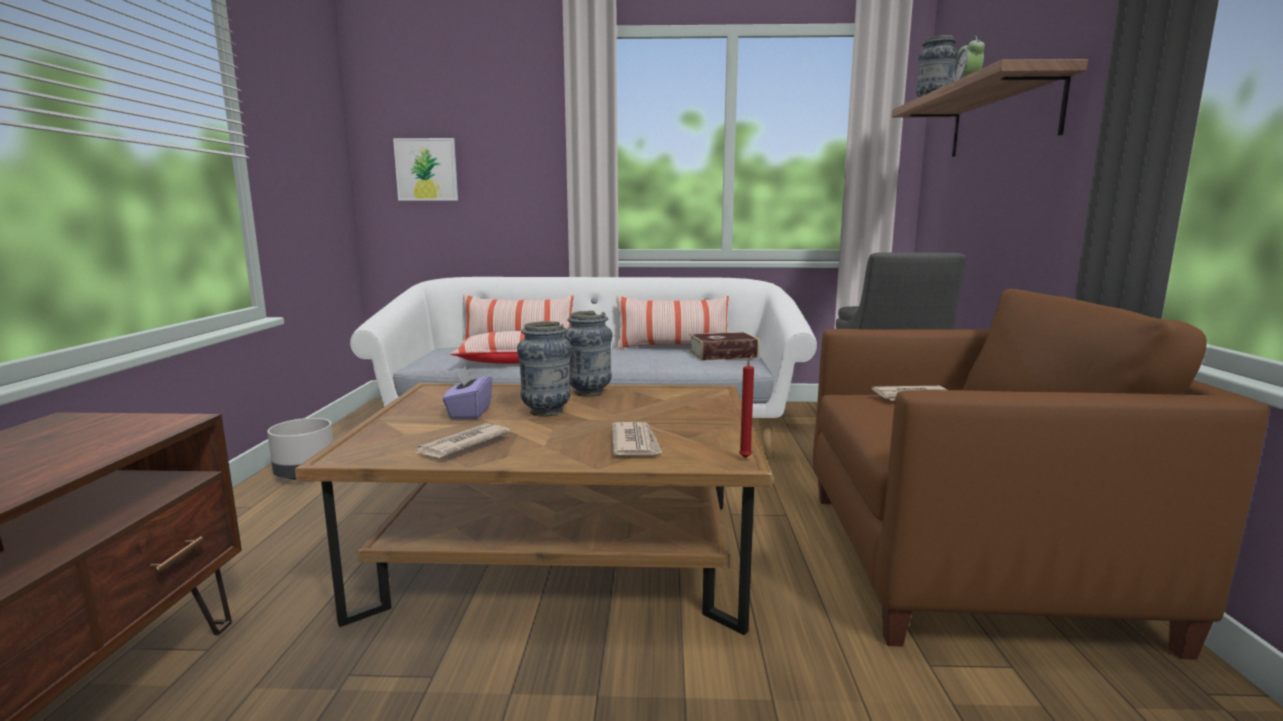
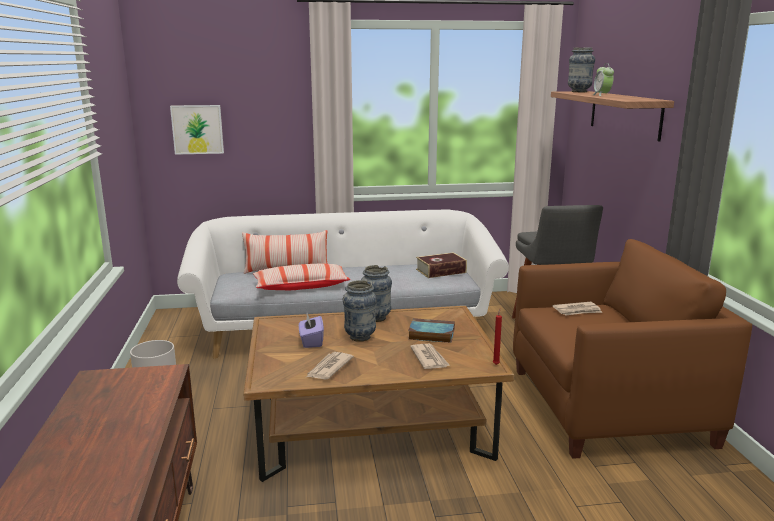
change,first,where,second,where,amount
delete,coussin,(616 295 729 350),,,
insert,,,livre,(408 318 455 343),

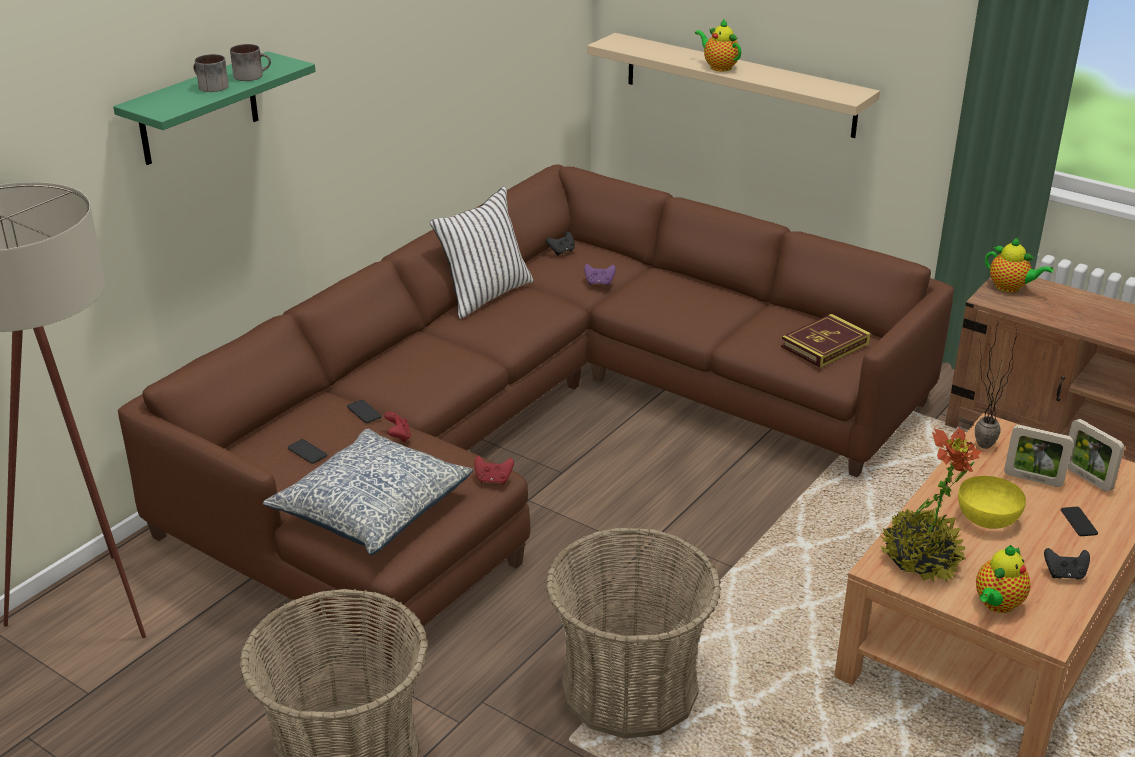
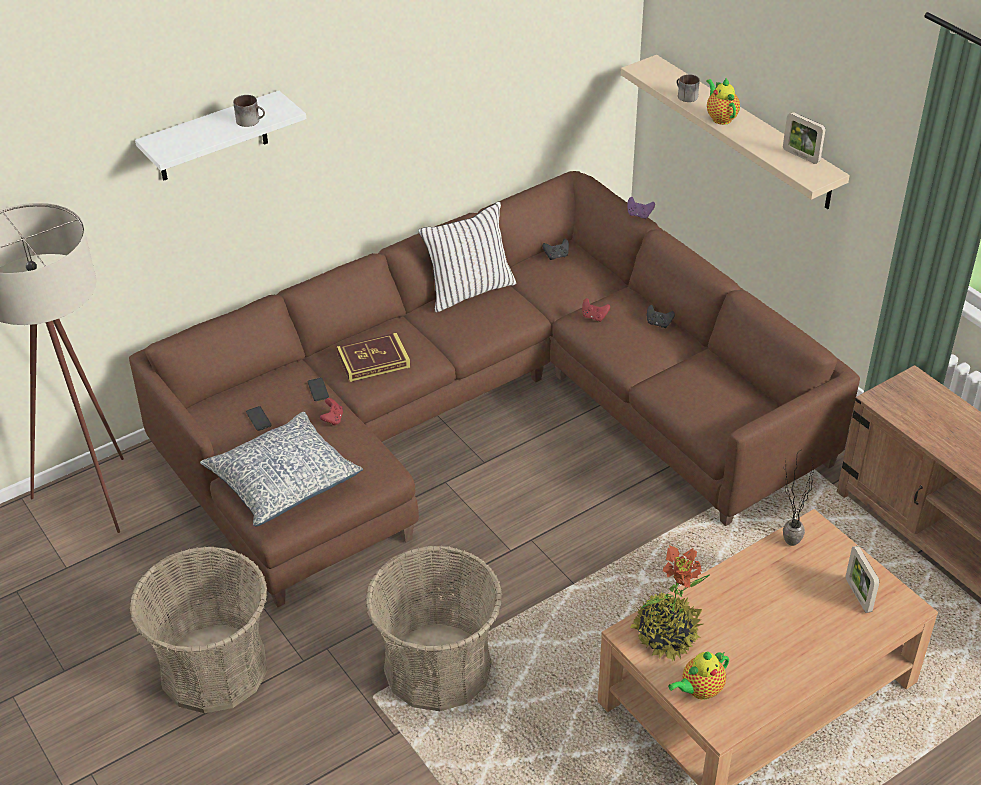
change,first,where,second,where,amount
delete,bol (jaune),(958 476 1026 529),,,
delete,théière,(985 237 1053 292),,,
delete,téléphone,(1061 507 1098 536),,,
move,mug,(193 54 229 92),,(677 74 700 102),
move,manette (rouge),(474 456 514 484),,(582 298 610 322),
move,manette (violet),(584 264 616 286),,(628 197 655 219),
move,livre,(781 314 871 368),,(337 333 410 382),
move,cadre photo,(1004 425 1074 487),,(783 112 825 164),
move,manette (noir),(1044 548 1090 580),,(647 305 675 328),
recolor,étagère (vert),(113 51 316 165),étagère (blanc),(135 91 307 181),

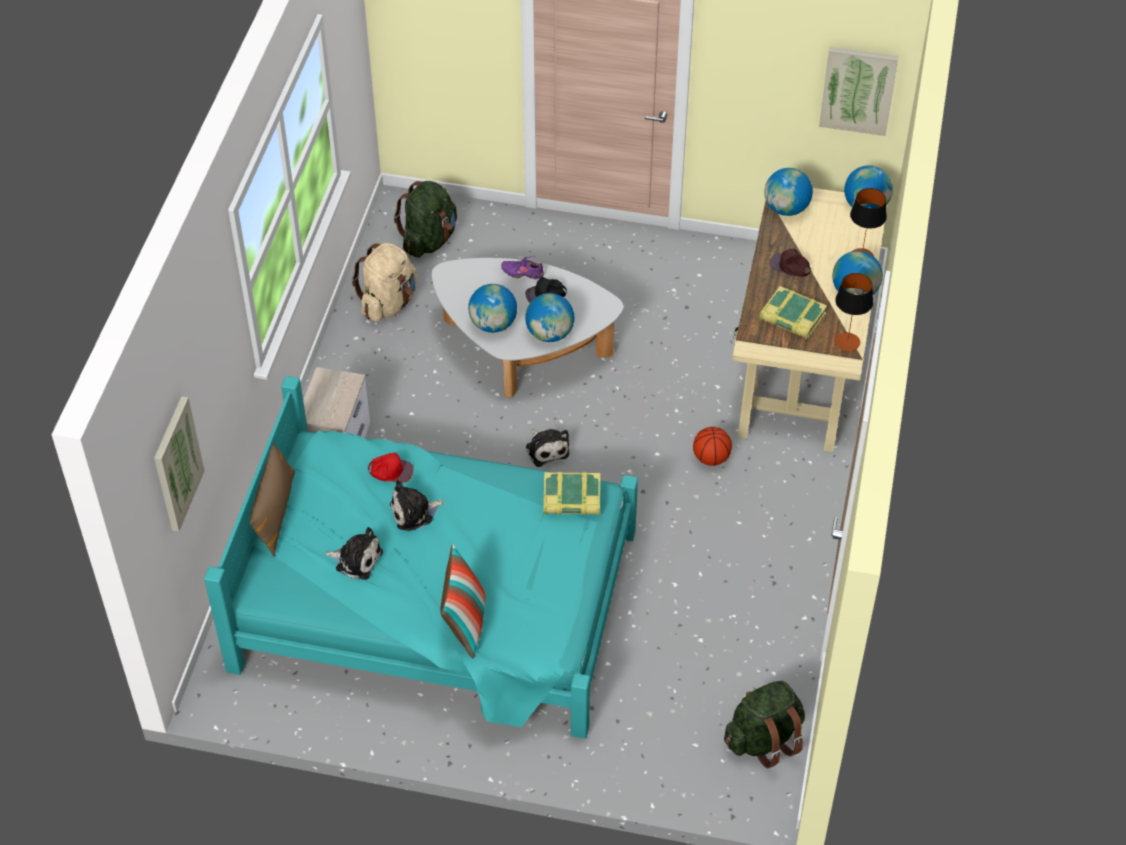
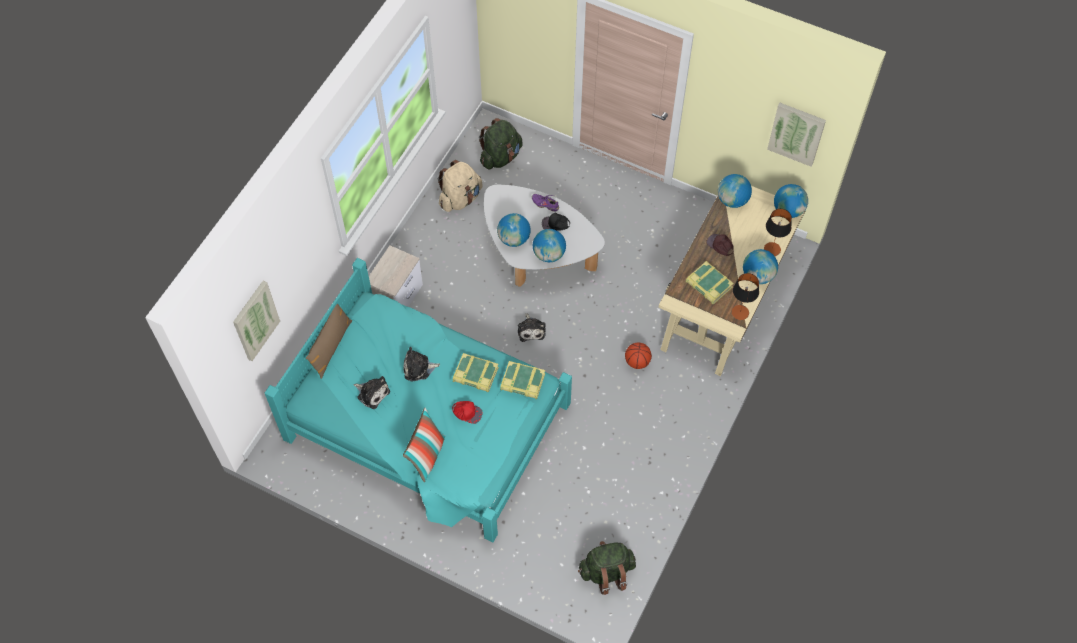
change,first,where,second,where,amount
insert,,,livre,(453 353 499 392),
move,casquette (rouge),(368 452 413 483),,(452 401 483 424),

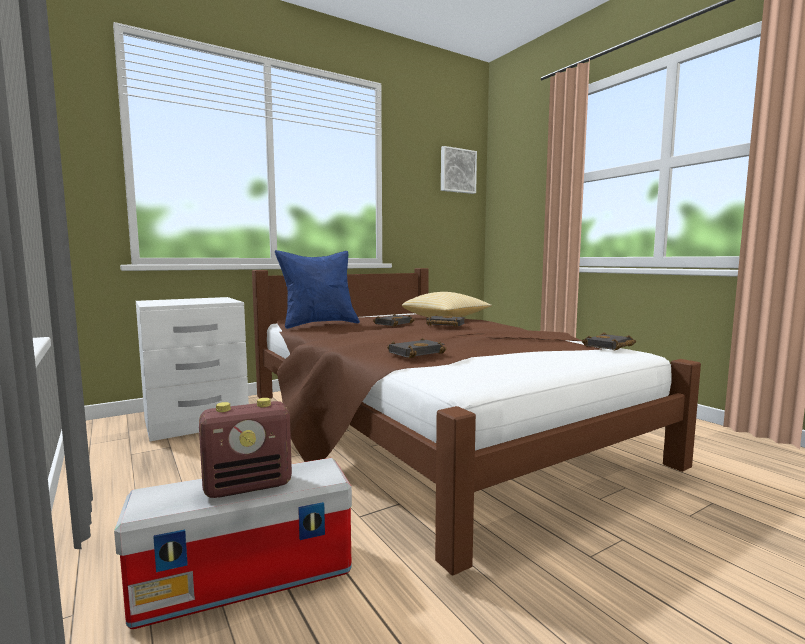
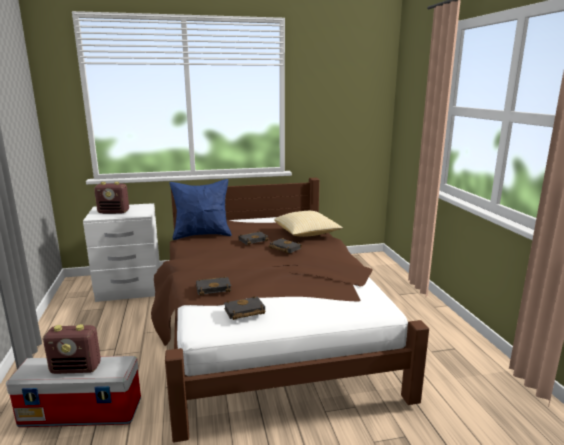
change,first,where,second,where,amount
delete,tableau,(441 146 477 194),,,
insert,,,radio,(94 182 129 214),
move,livre (noir),(582 332 636 350),,(224 296 265 320),

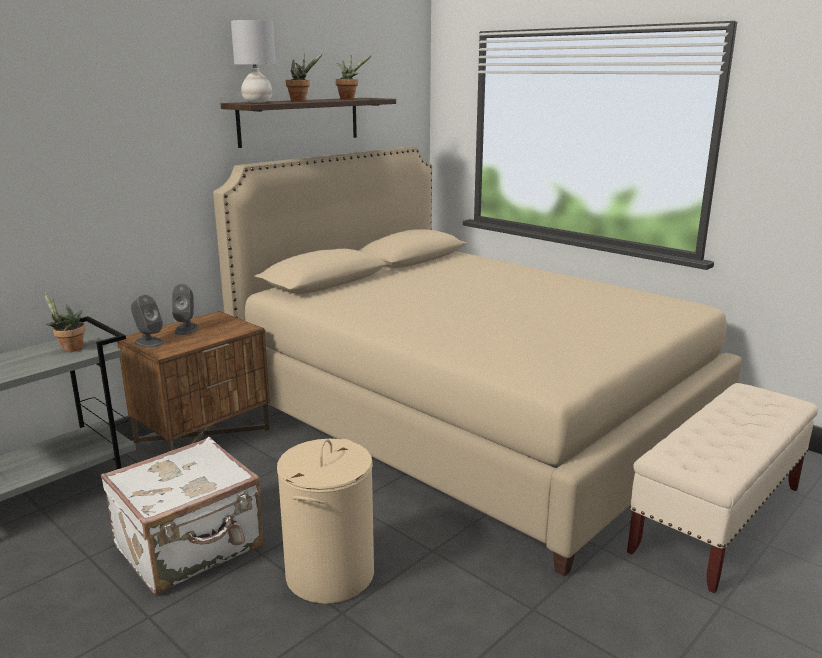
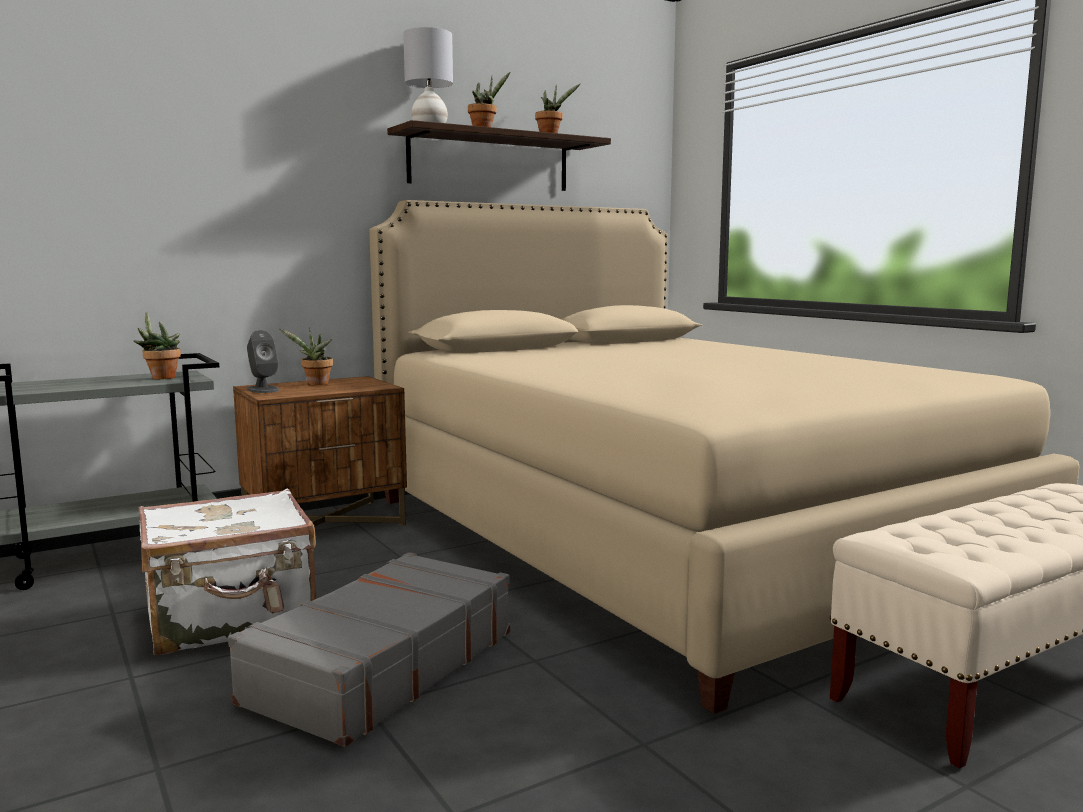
change,first,where,second,where,amount
replace,enceinte (gris),(172 284 199 335),plante en pot,(279 328 333 385),
replace,panier à linge (beige),(277 439 374 604),valise (gris),(228 552 510 747),

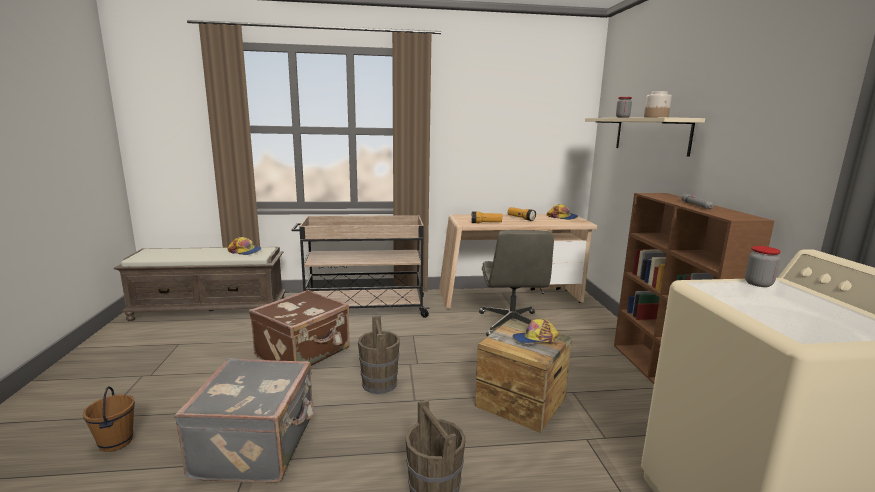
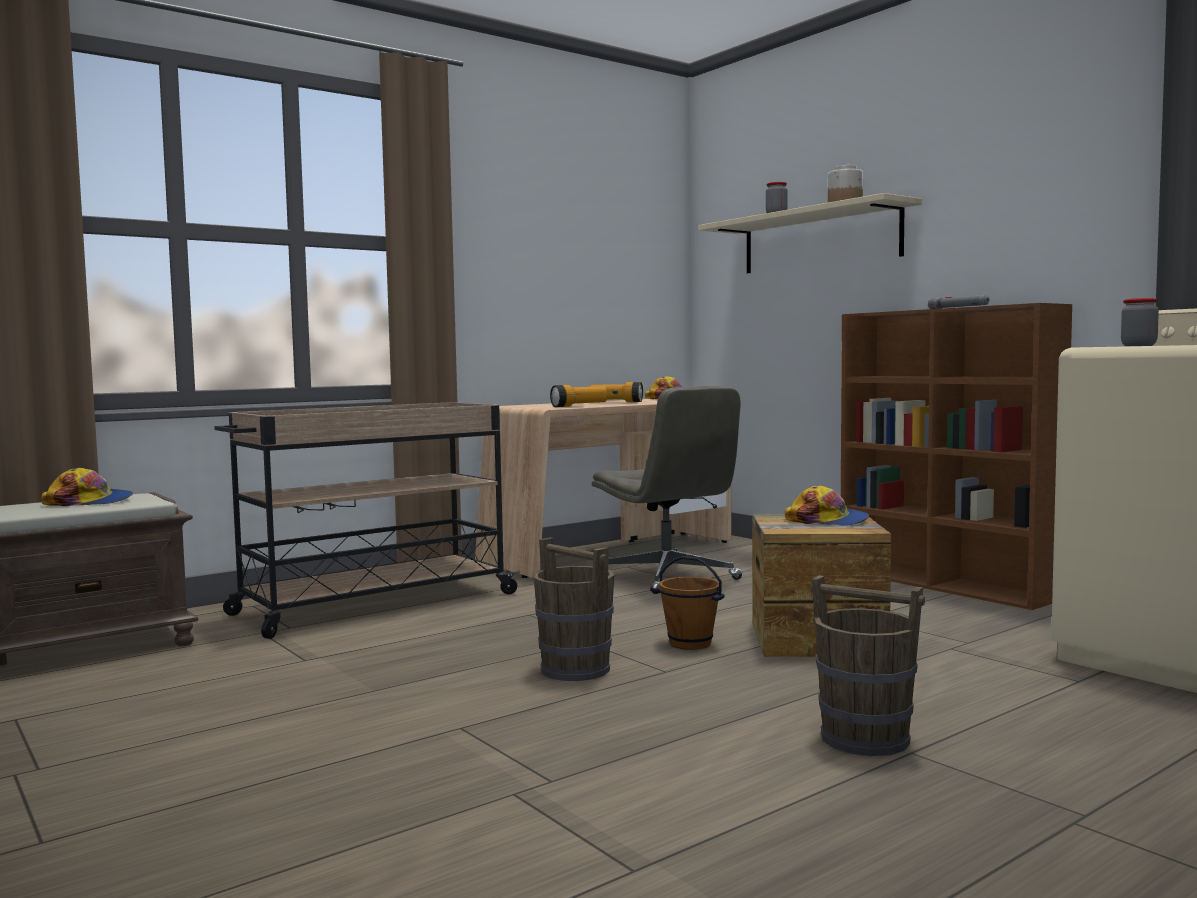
change,first,where,second,where,amount
delete,valise (gris),(174 358 315 483),,,
delete,valise (marron),(249 290 350 366),,,
move,seau (marron),(83 386 135 452),,(656 556 725 650),
rotate,casquette,(513 319 559 343),,(785 485 869 526),105 degrees counterclockwise

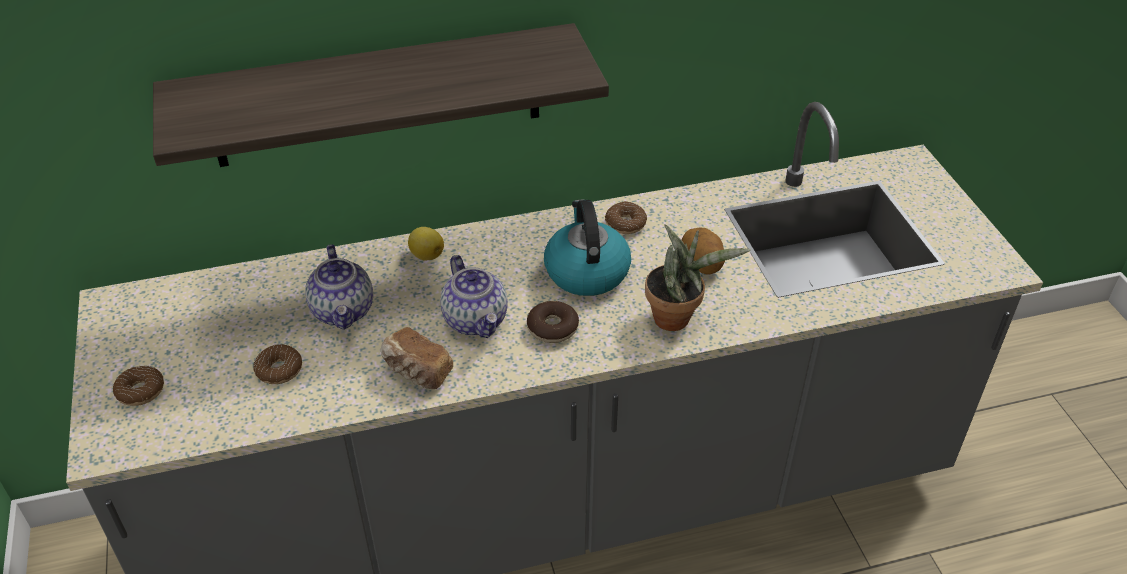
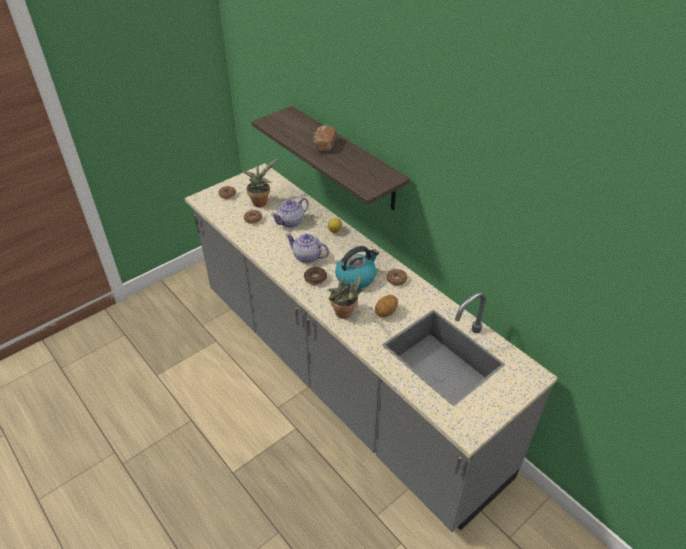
change,first,where,second,where,amount
insert,,,plante en pot,(241 158 278 207),
move,pain,(381 327 453 389),,(313 125 337 151),
rotate,théière,(440 255 508 338),,(285 233 329 263),75 degrees clockwise

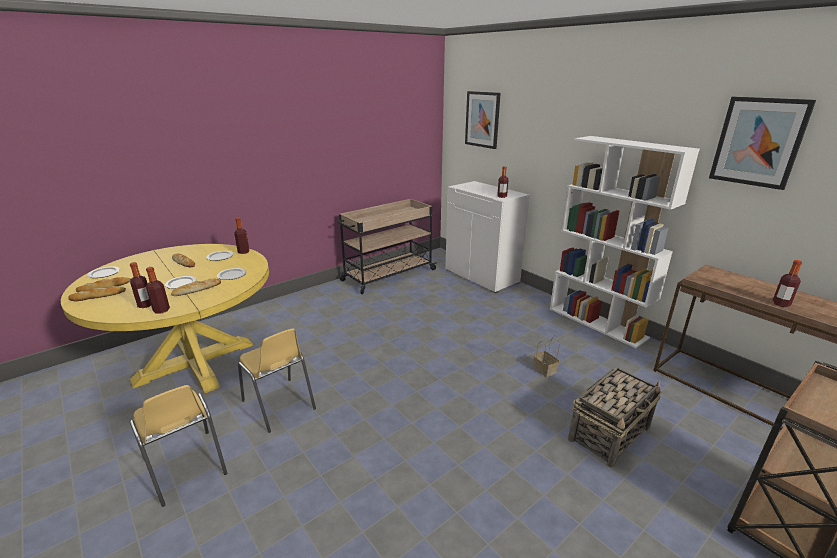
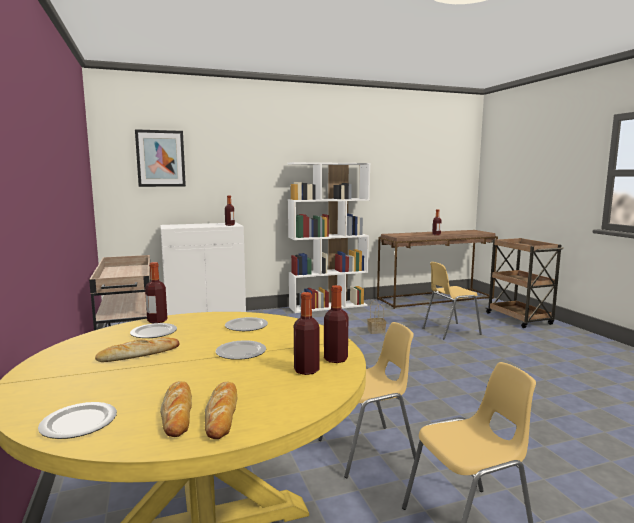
change,first,where,second,where,amount
delete,pain,(171 279 221 296),,,
delete,tableau,(709 97 816 190),,,
replace,panier,(568 367 661 468),chaise (jaune),(423 262 482 340),

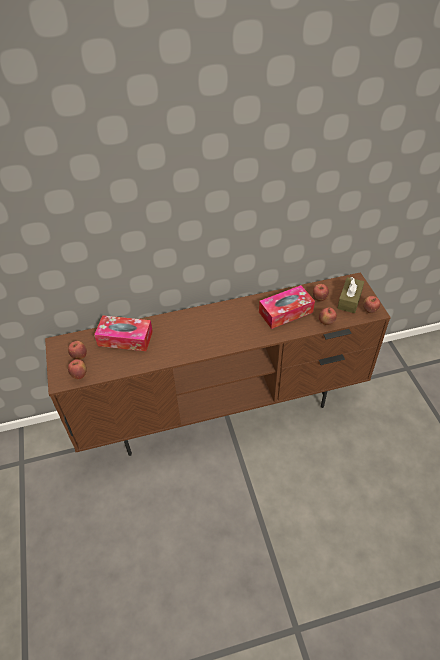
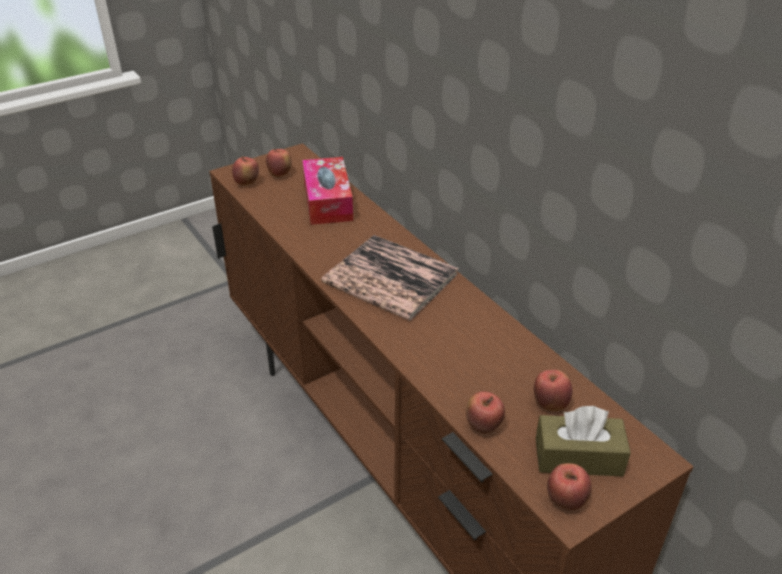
change,first,where,second,where,amount
delete,boîte à mouchoirs,(259 285 315 329),,,
insert,,,livre,(321 235 458 321),

